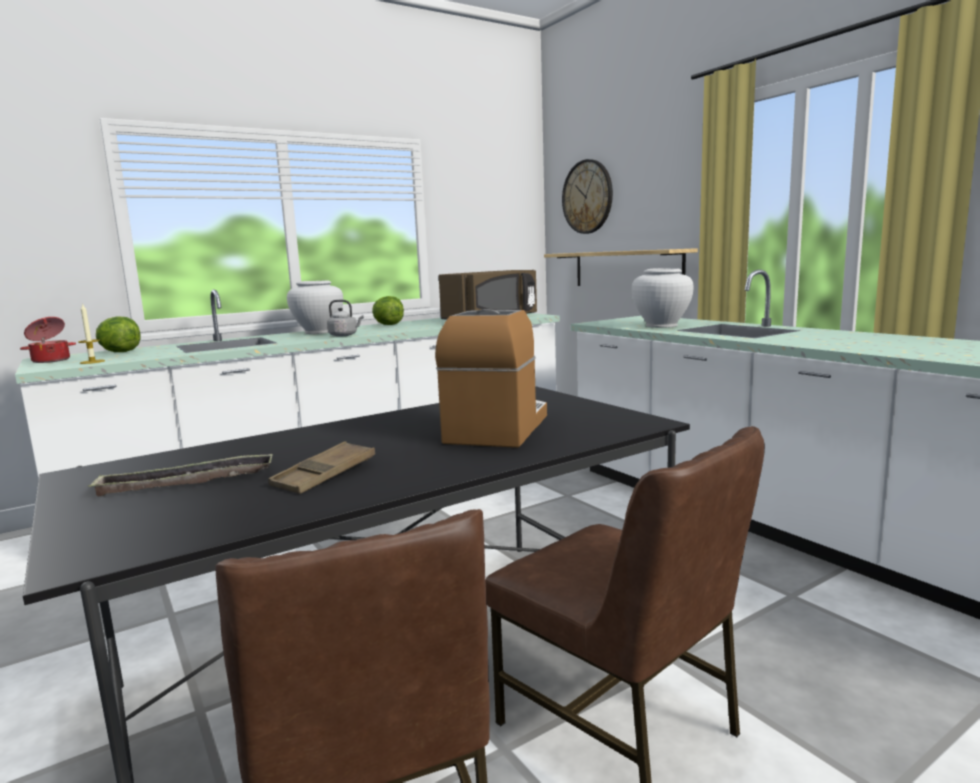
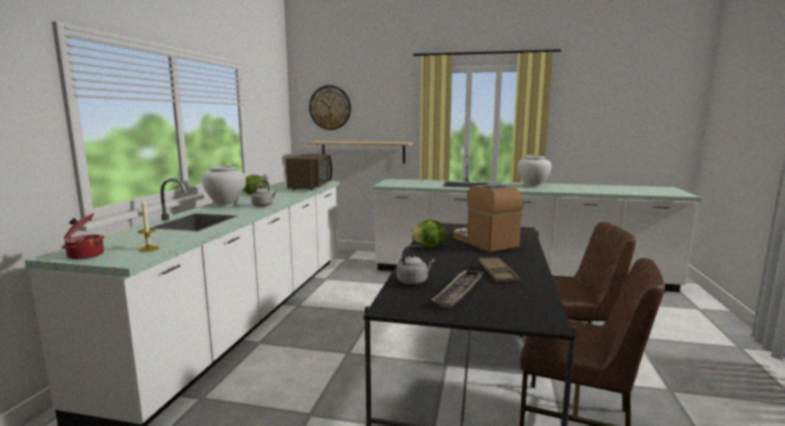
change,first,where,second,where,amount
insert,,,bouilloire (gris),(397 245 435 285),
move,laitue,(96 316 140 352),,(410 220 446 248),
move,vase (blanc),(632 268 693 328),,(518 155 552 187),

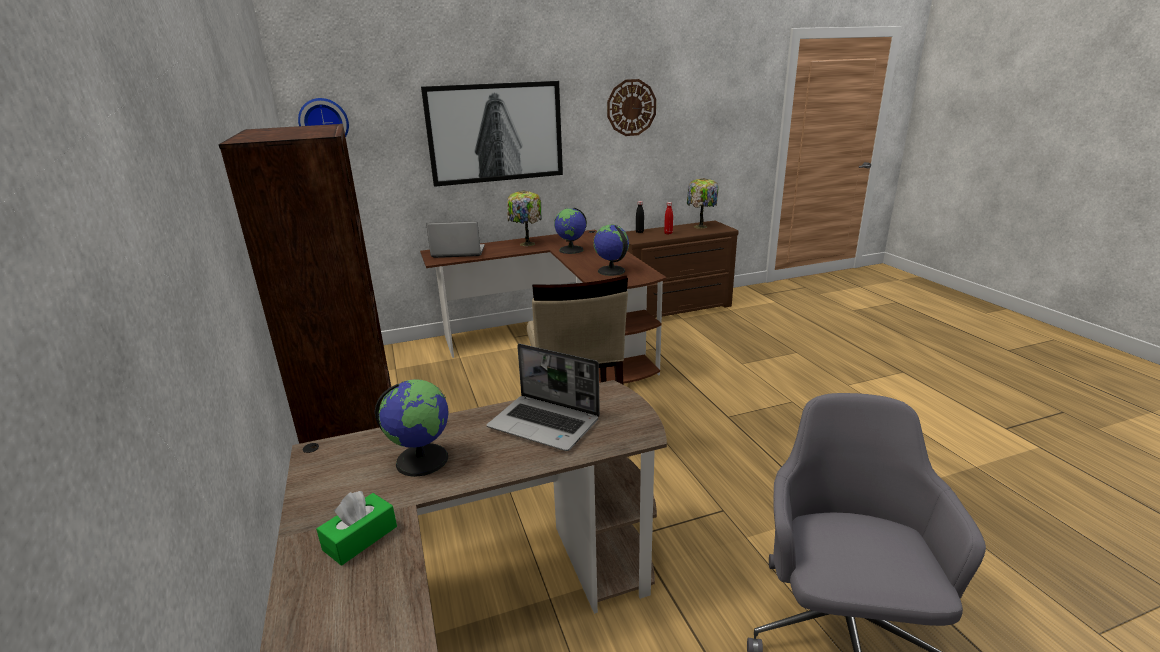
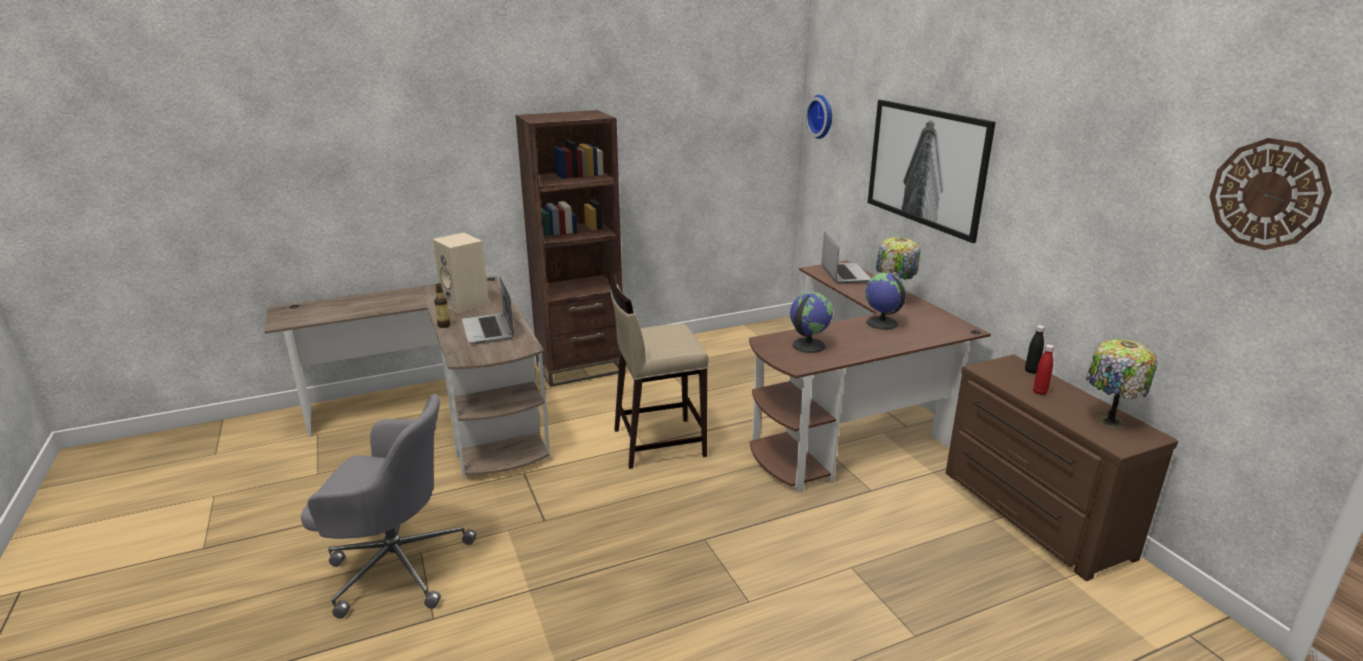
change,first,where,second,where,amount
delete,boîte à mouchoirs (vert),(316 491 397 566),,,
insert,,,bouteille,(434 283 450 328),
move,horloge murale,(607 79 656 136),,(1210 138 1332 250),
replace,globe,(375 379 449 477),enceinte (beige),(433 233 489 313),
rotate,ordinateur portable,(487 344 600 451),,(462 276 514 344),45 degrees counterclockwise

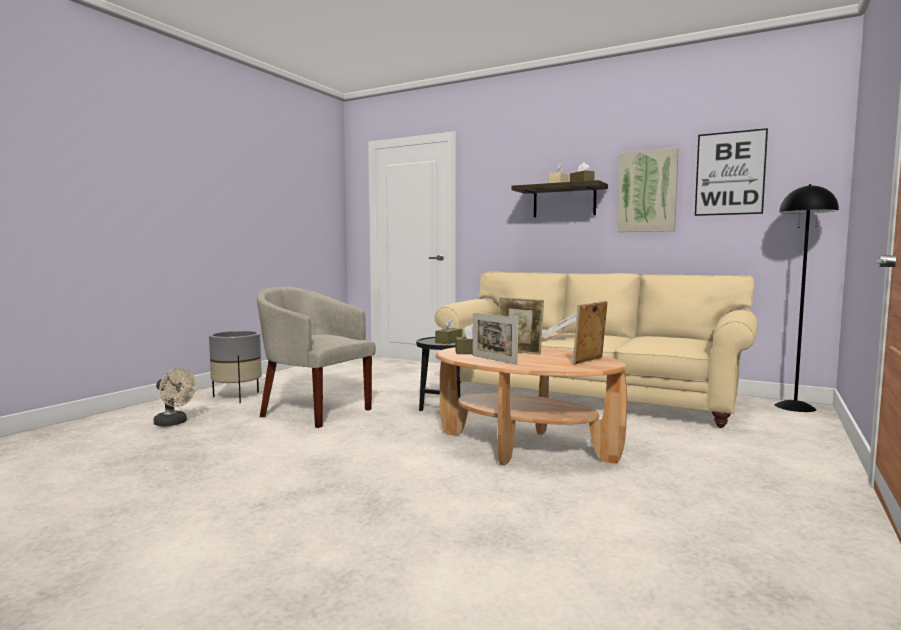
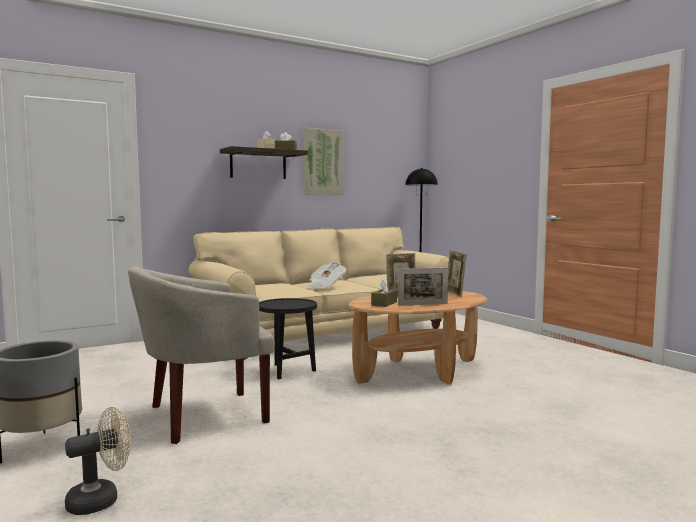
change,first,where,second,where,amount
delete,boîte à mouchoirs (marron),(435 318 462 344),,,
delete,tableau,(695 128 768 216),,,

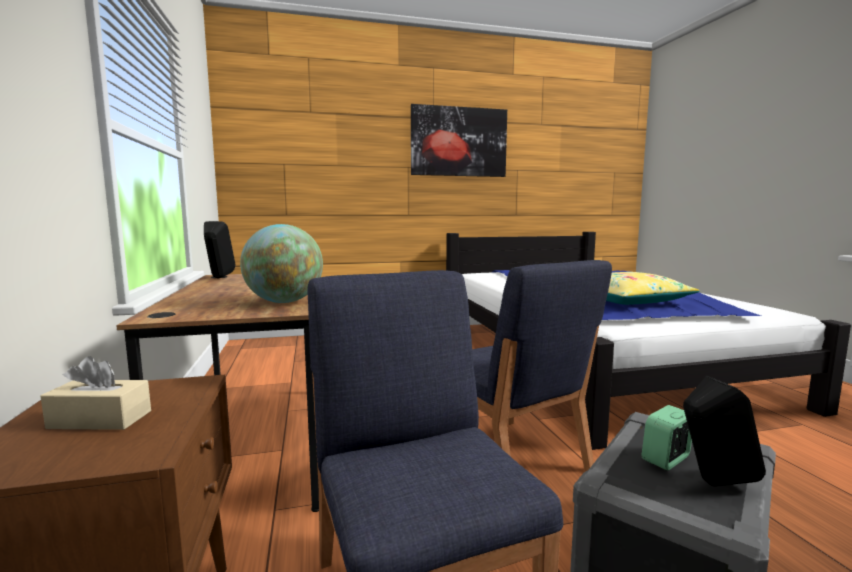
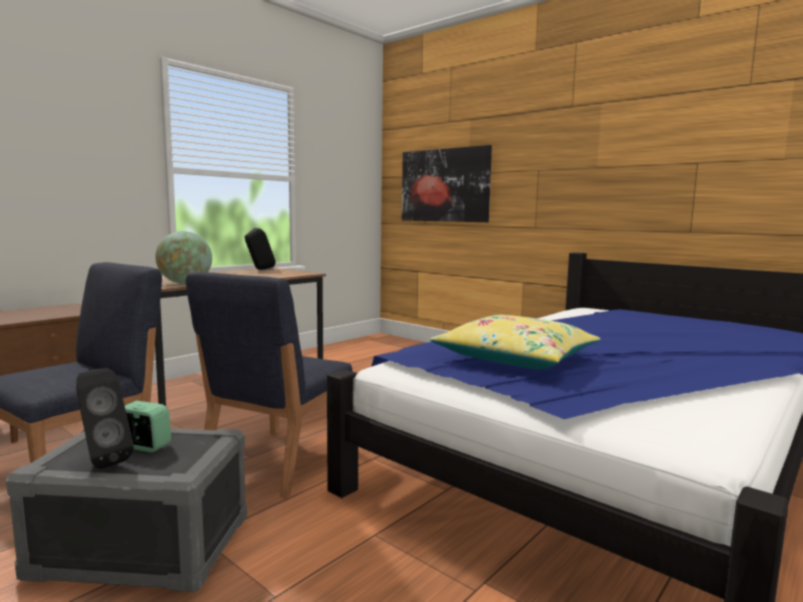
change,first,where,second,where,amount
delete,boîte à mouchoirs (beige),(40 356 151 430),,,
move,tableau,(411 104 507 177),,(402 145 492 222),

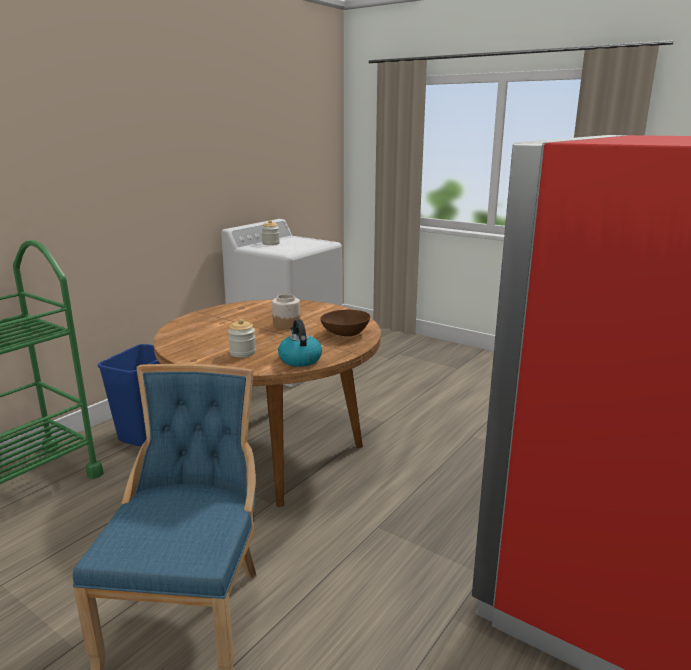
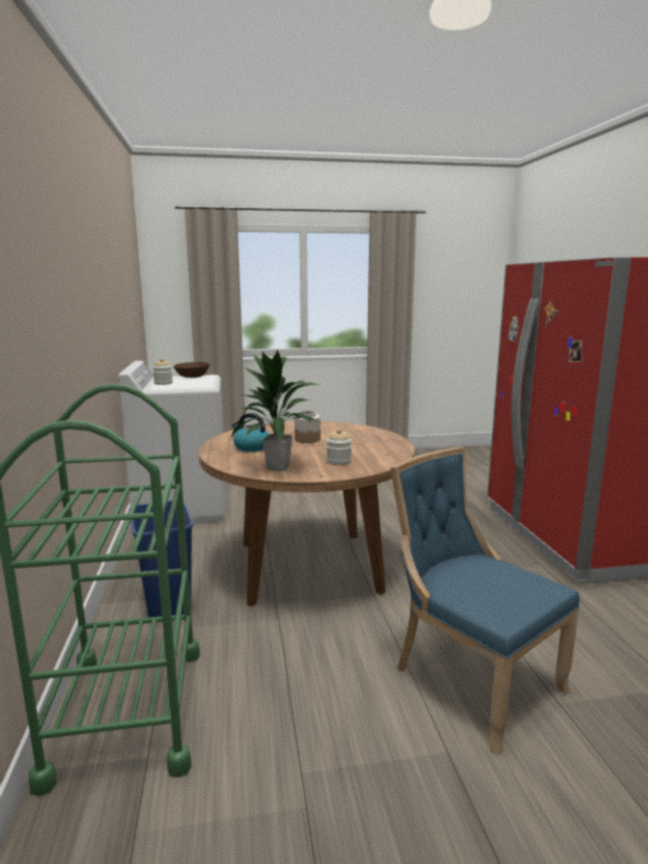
change,first,where,second,where,amount
insert,,,plante en pot,(231 349 320 471),
move,bouilloire,(278 319 322 367),,(232 413 269 452),
move,bol (marron),(320 310 371 336),,(174 362 210 378),

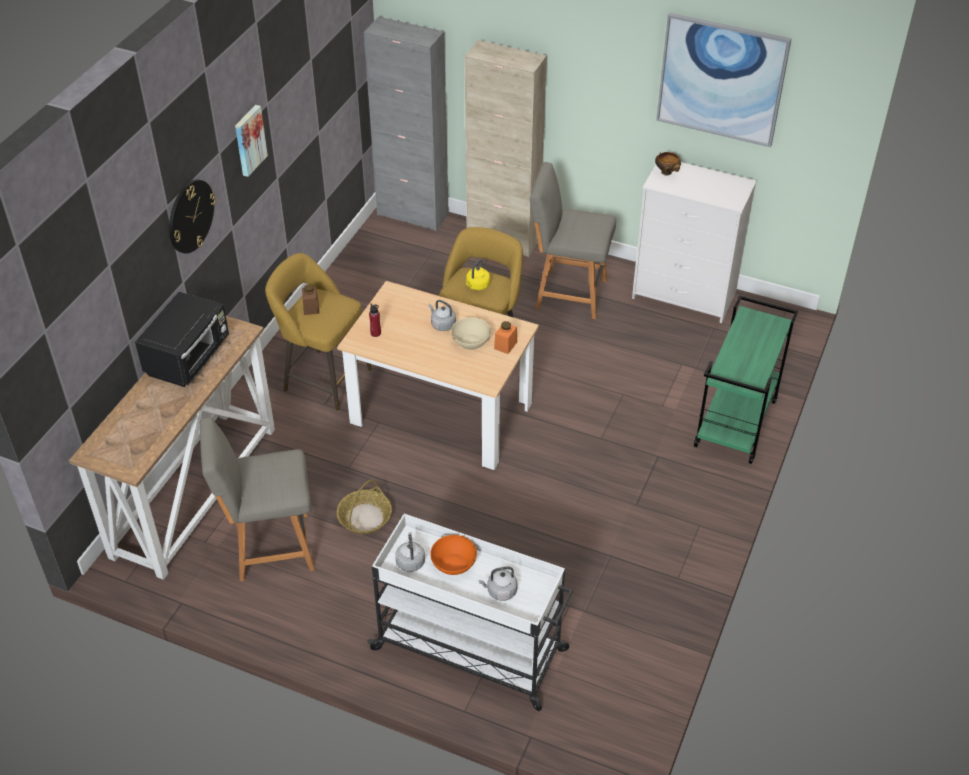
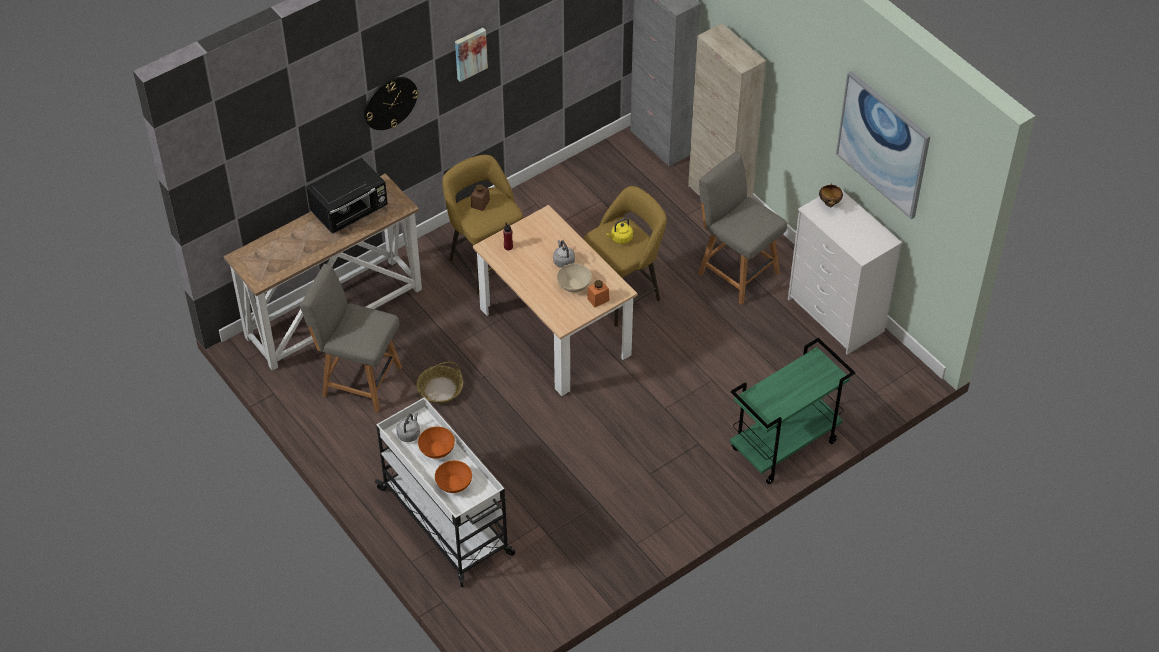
change,first,where,second,where,amount
replace,bouilloire (gris),(479 567 518 601),bol (orange),(435 460 472 493),

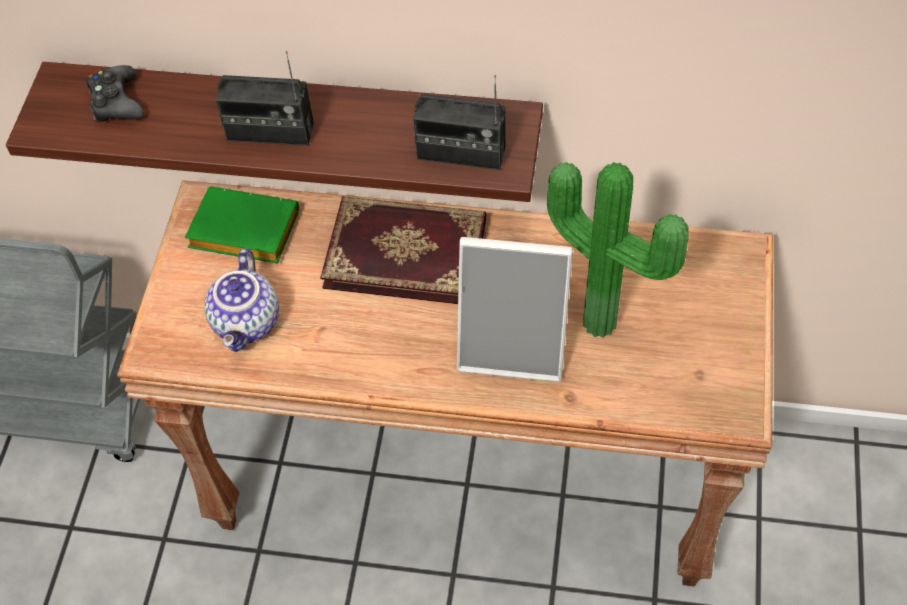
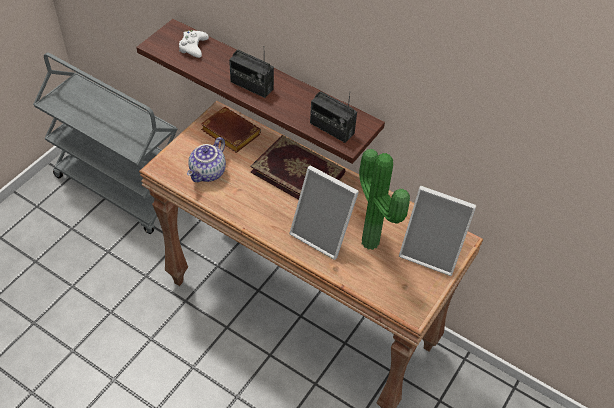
change,first,where,second,where,amount
insert,,,cadre photo,(399 186 476 276),
recolor,manette (noir),(86 65 144 122),manette (blanc),(179 30 209 58),
recolor,livre (vert),(185 186 299 264),livre (marron),(201 107 261 153),

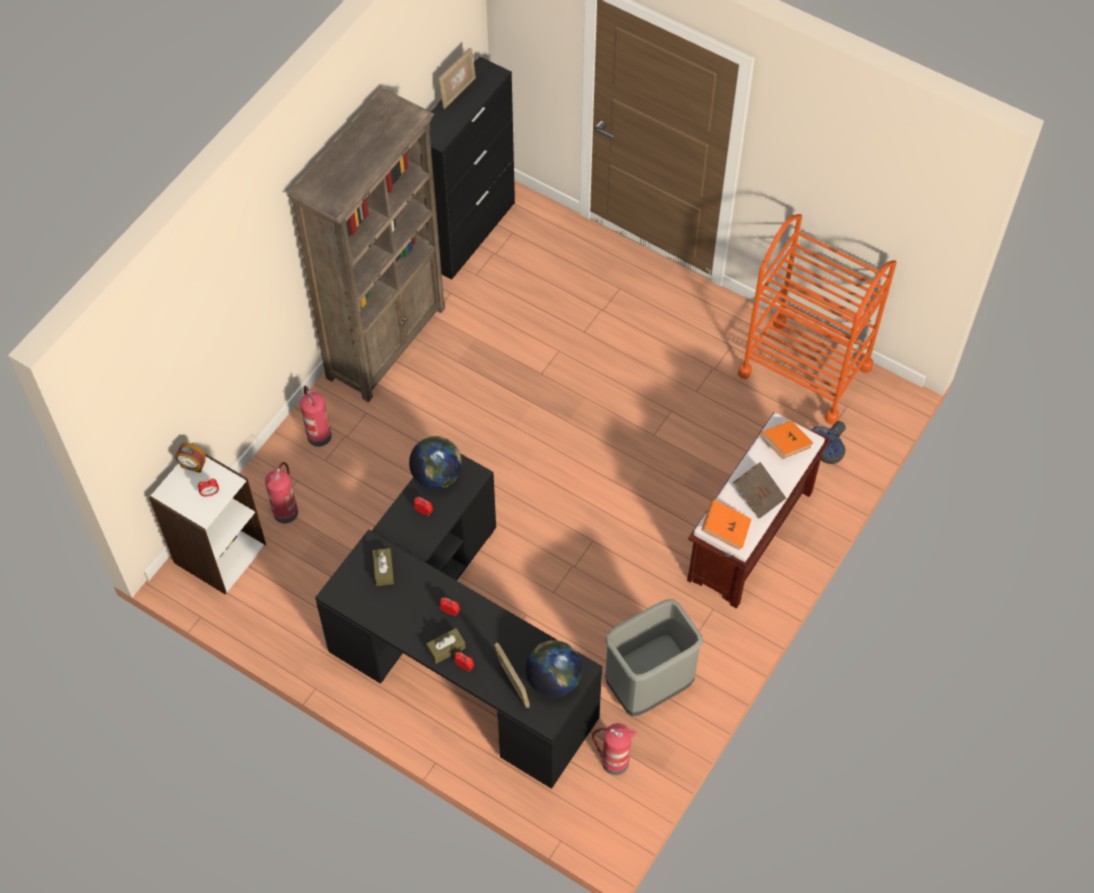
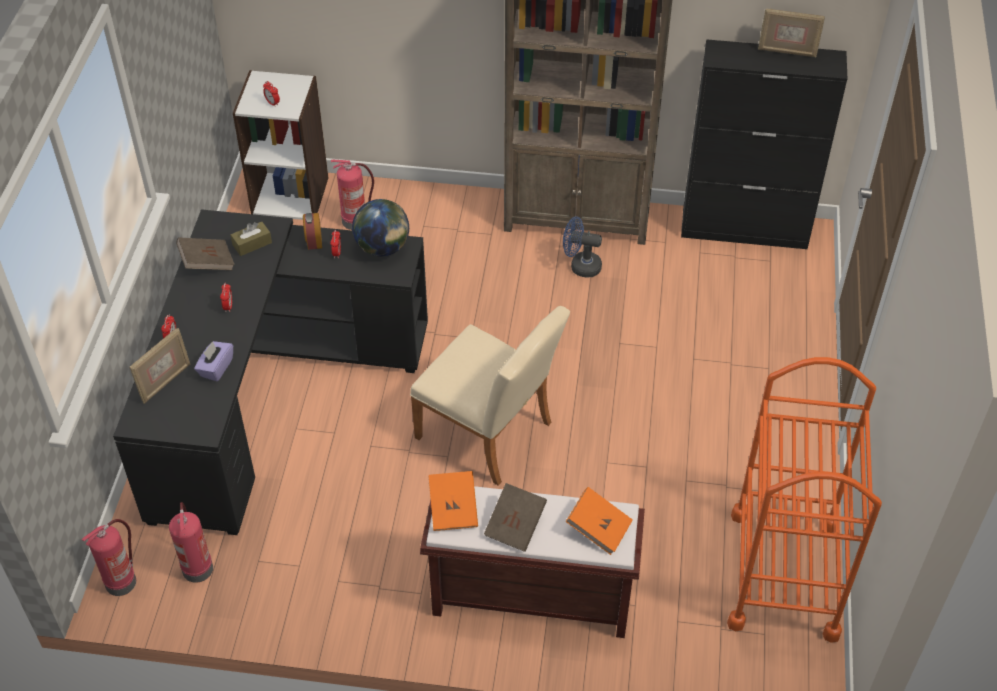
change,first,where,second,where,amount
delete,boîte à mouchoirs (marron),(426 628 466 664),,,
delete,globe,(526 640 582 697),,,
delete,poubelle (gris),(605 599 703 716),,,
insert,,,livre (marron),(176 237 234 270),
insert,,,boîte à mouchoirs (violet),(194 341 233 381),
insert,,,chaise (beige),(410 306 570 485),
move,réveil,(175 443 205 473),,(303 213 322 250),
move,extincteur,(300 386 332 447),,(82 519 136 596),
move,ventilateur (bleu),(812 421 846 464),,(563 216 602 277),

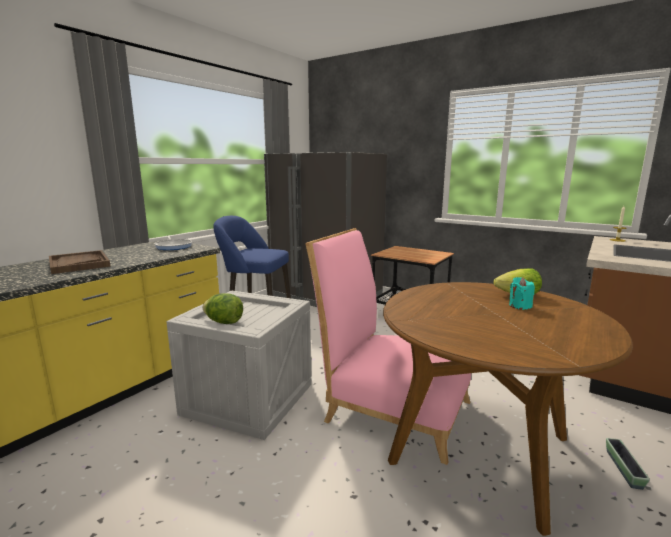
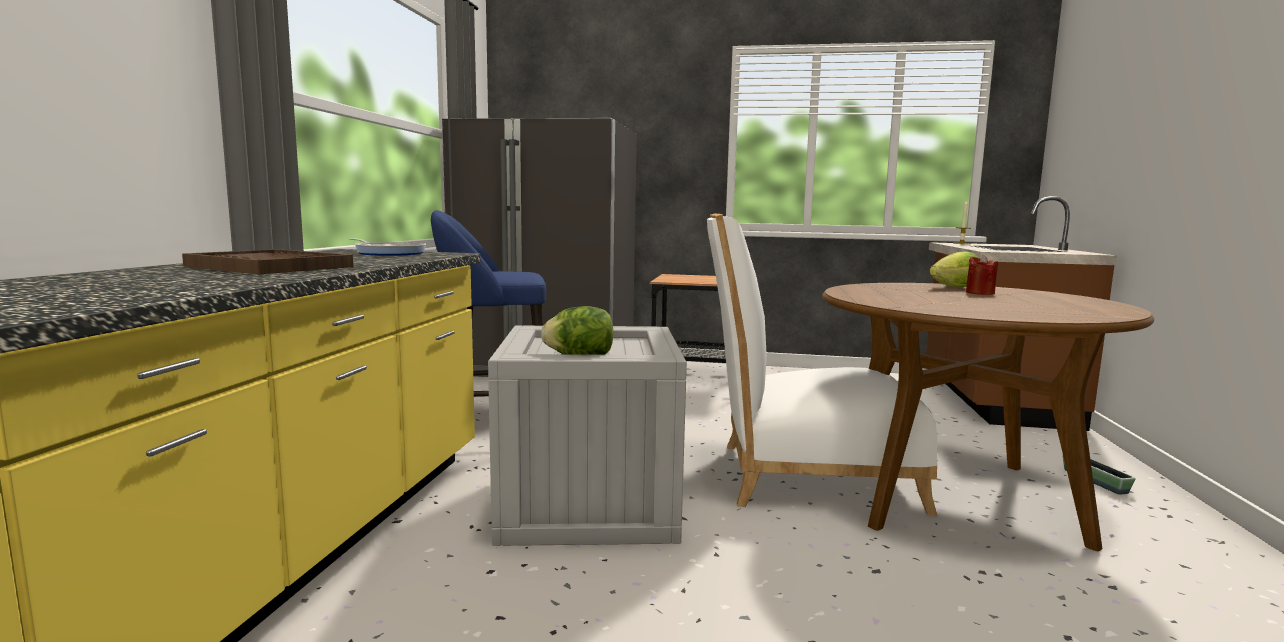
change,first,where,second,where,amount
recolor,chaise (rose),(305 228 471 465),chaise (blanc),(707 213 938 516),
recolor,bougie (turquoise),(509 277 535 310),bougie (rouge),(966 255 998 295),

